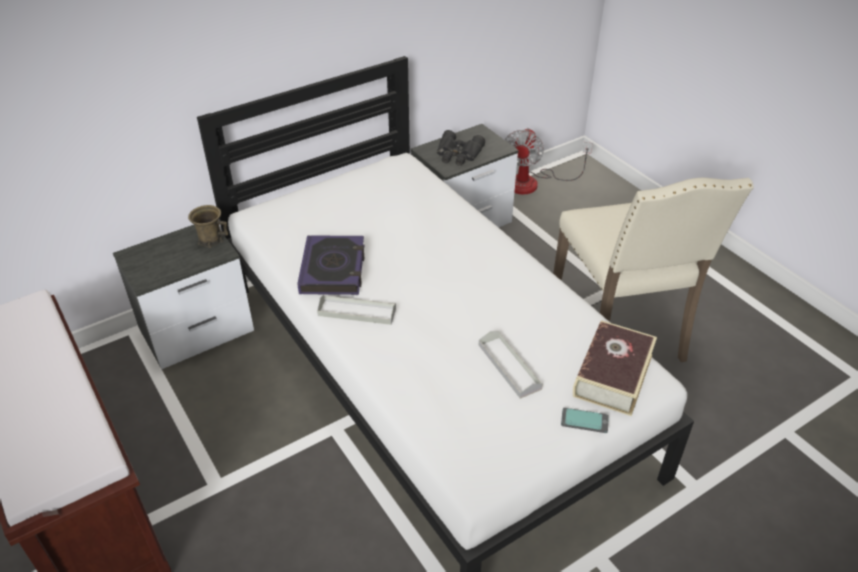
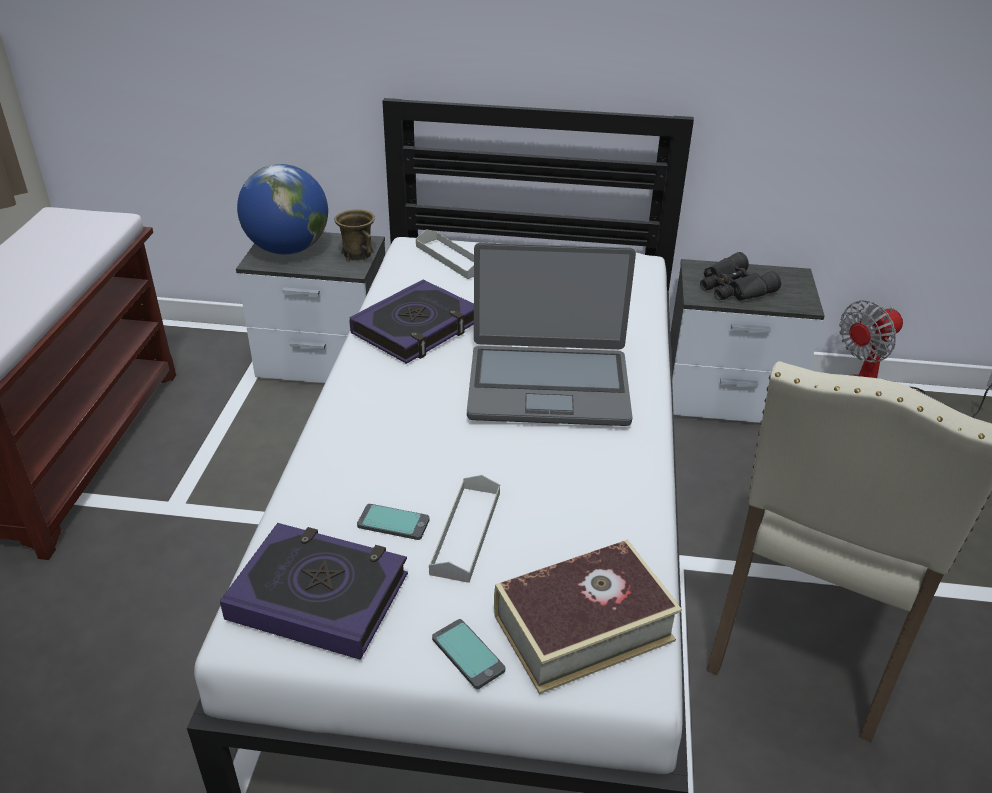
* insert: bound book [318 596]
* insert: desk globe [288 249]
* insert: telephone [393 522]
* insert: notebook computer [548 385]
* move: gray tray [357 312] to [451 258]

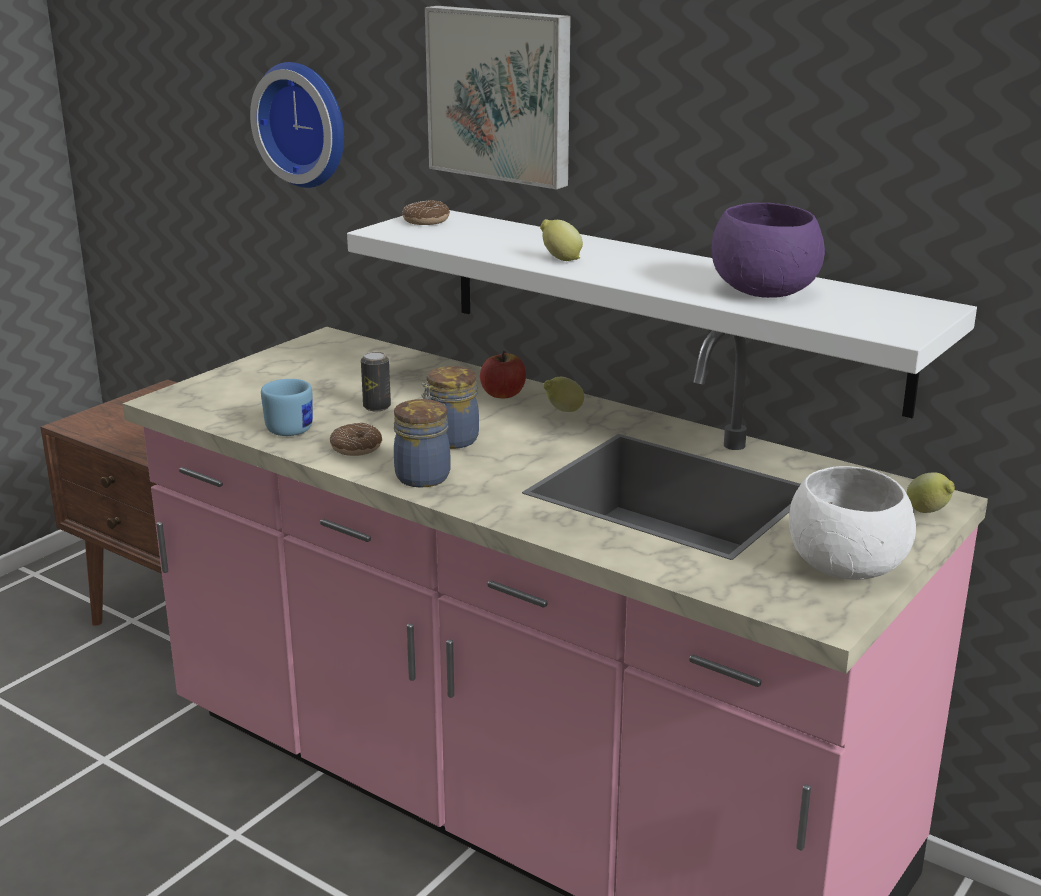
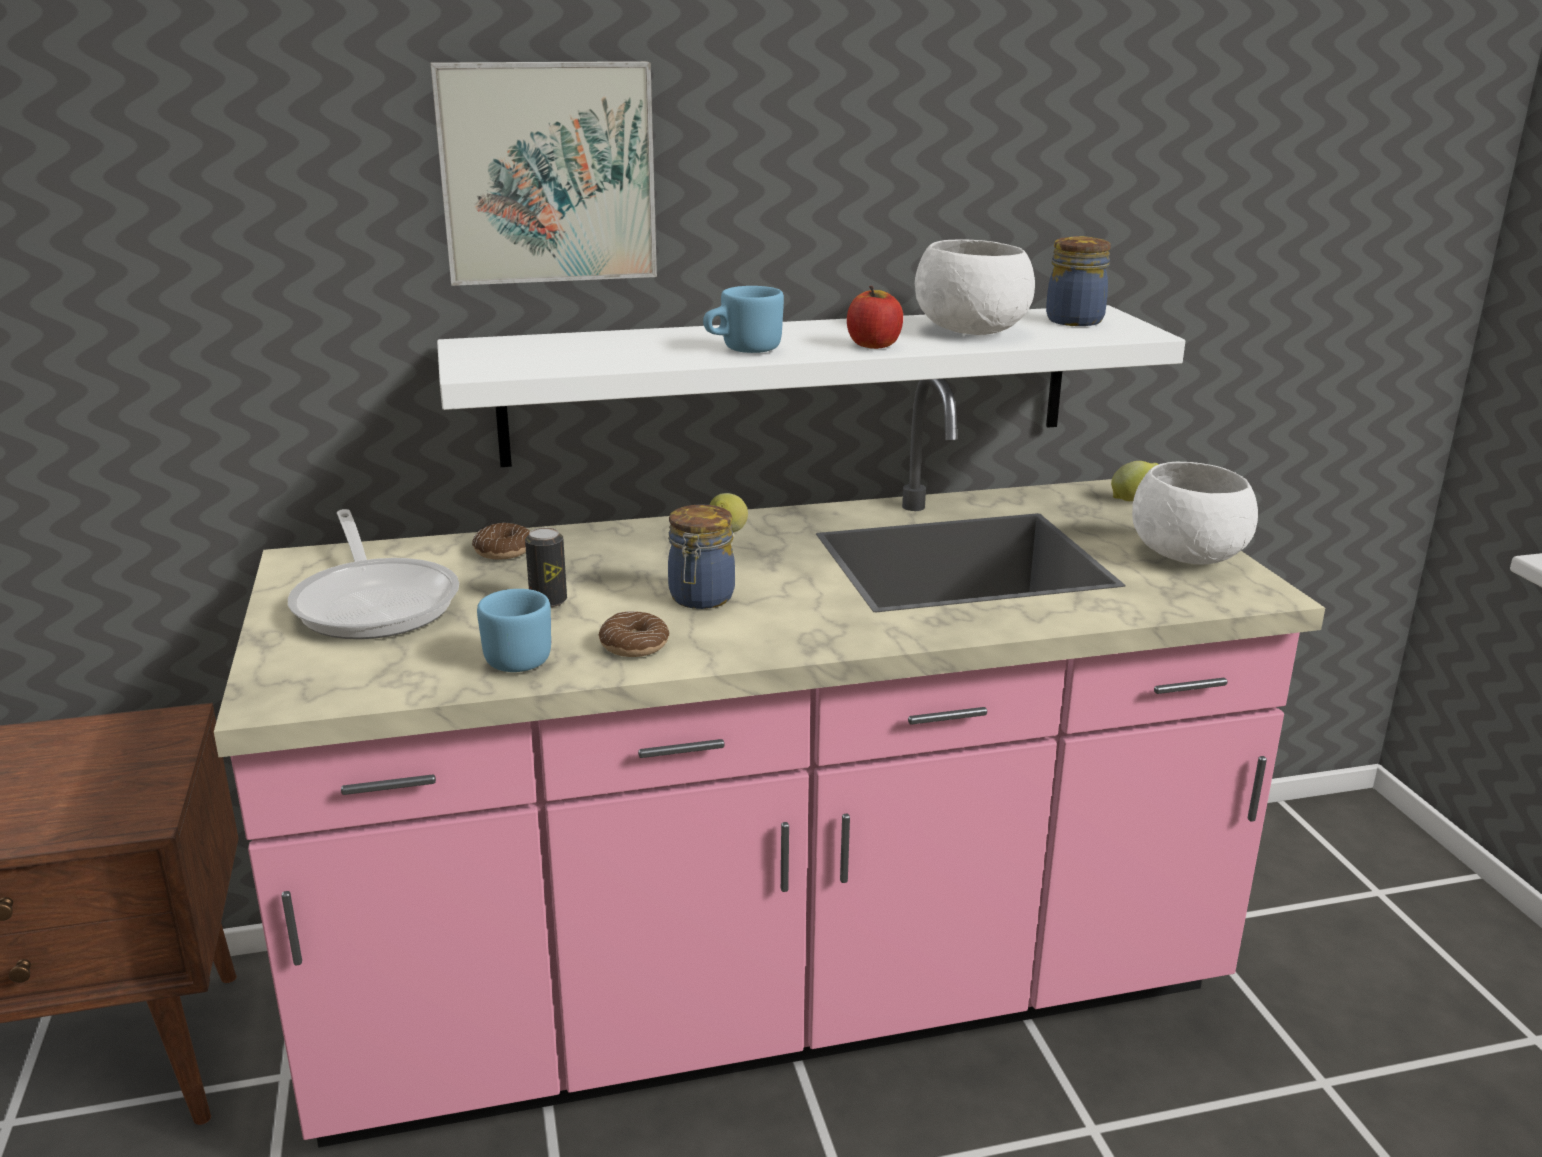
* delete: hanging clock [306 124]
* insert: pan [375 602]
* move: preserve jar [424 476] to [1073 320]
* move: ring doughnut [426 221] to [503 551]
* move: apple fruit [503 394] to [873 345]
* replace: lemon [560 259] to blue tea mug [742 350]
* recolor: purple bowl [764 292] to whitish bowl [973 331]

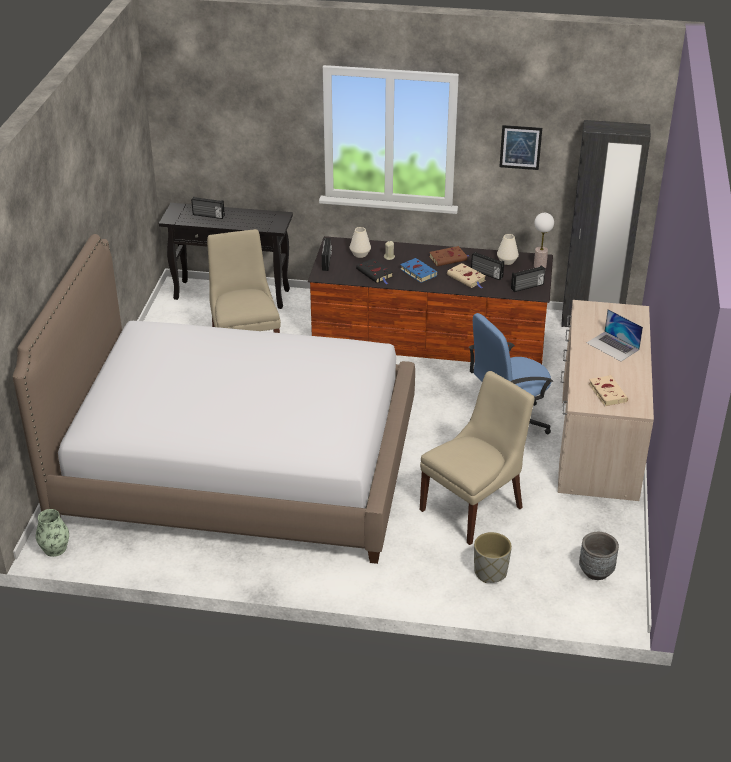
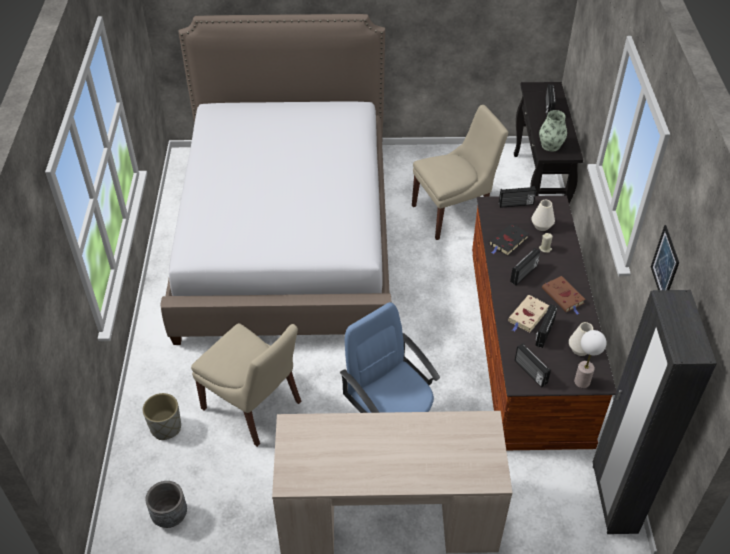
* delete: notebook computer [613 346]
* delete: beige bound book [606 392]
* move: decorative vase [55 548] to [550 145]
* replace: blue bound book [417 272] to radio receiver [524 274]

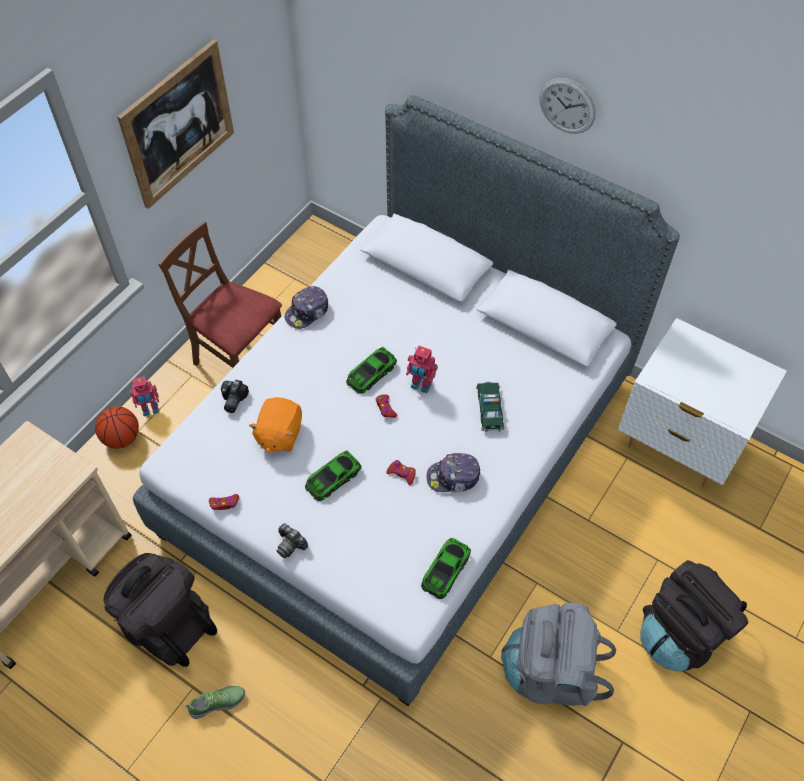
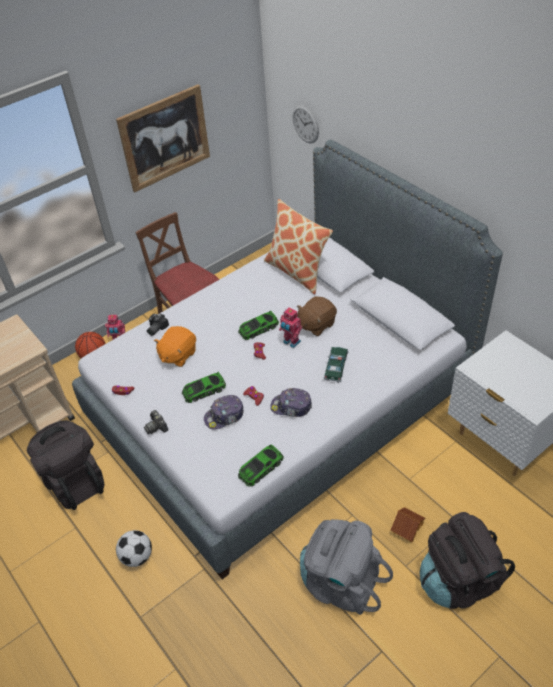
* delete: shoe [217 703]
* insert: ball for football [137 556]
* insert: cushion [297 271]
* insert: brown-coloured cuddly toy [316 324]
* insert: miniature house [407 527]
* move: baseball cap [307 312] to [224 416]
* move: hanging clock [567 106] to [305 124]

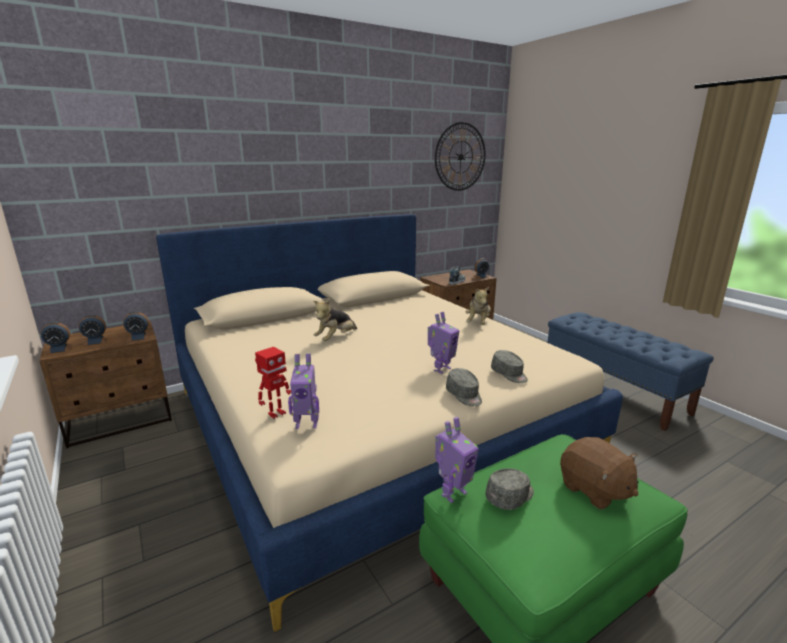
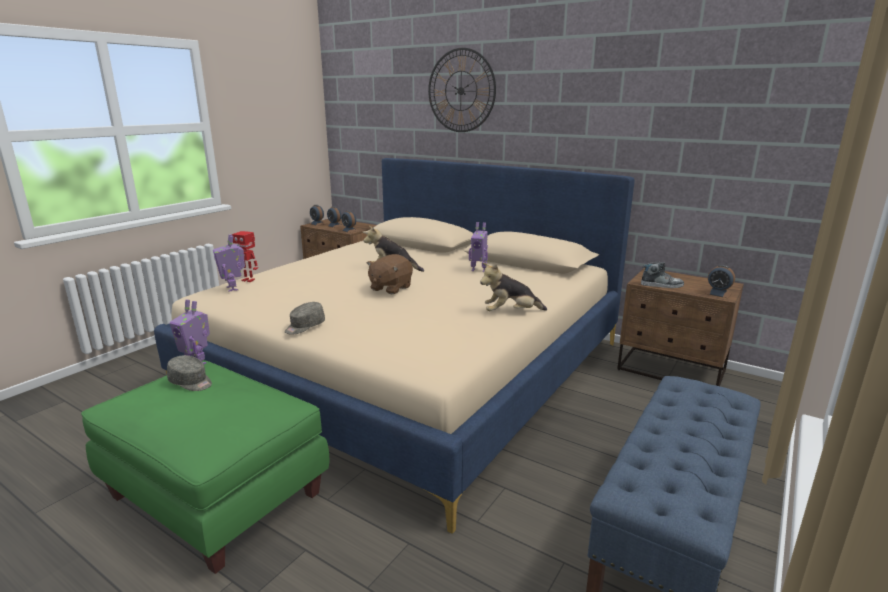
* delete: gray baseball cap [509 374]
* move: toy robot [441 369] to [479 270]
* move: hanging clock [460 157] to [461 91]
* move: brown-coloured cuddly toy [594 490] to [390 288]

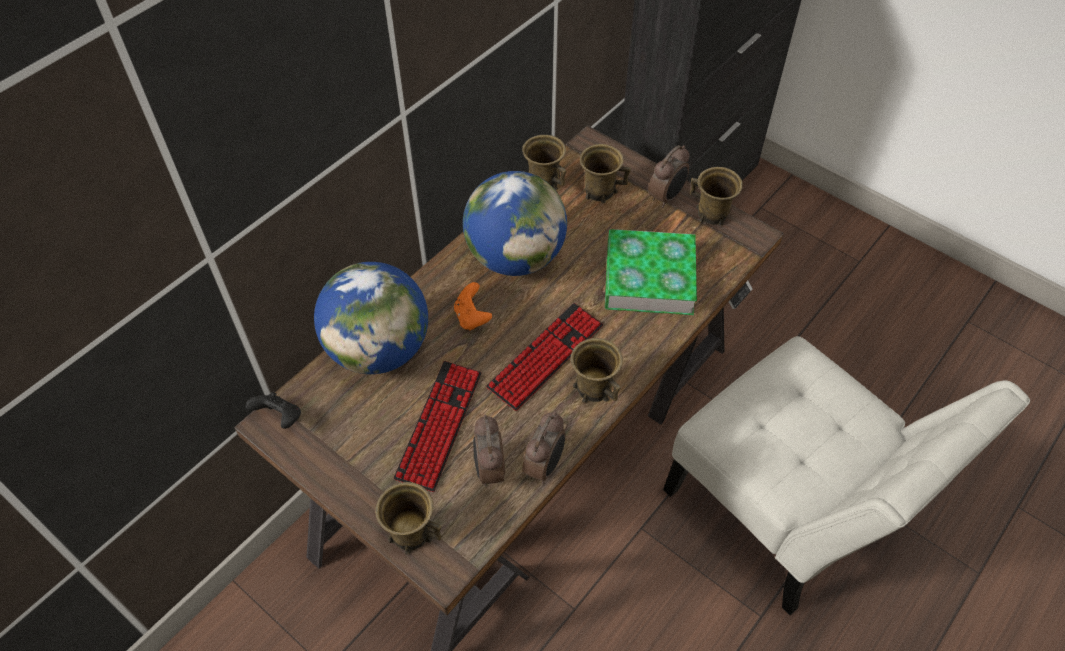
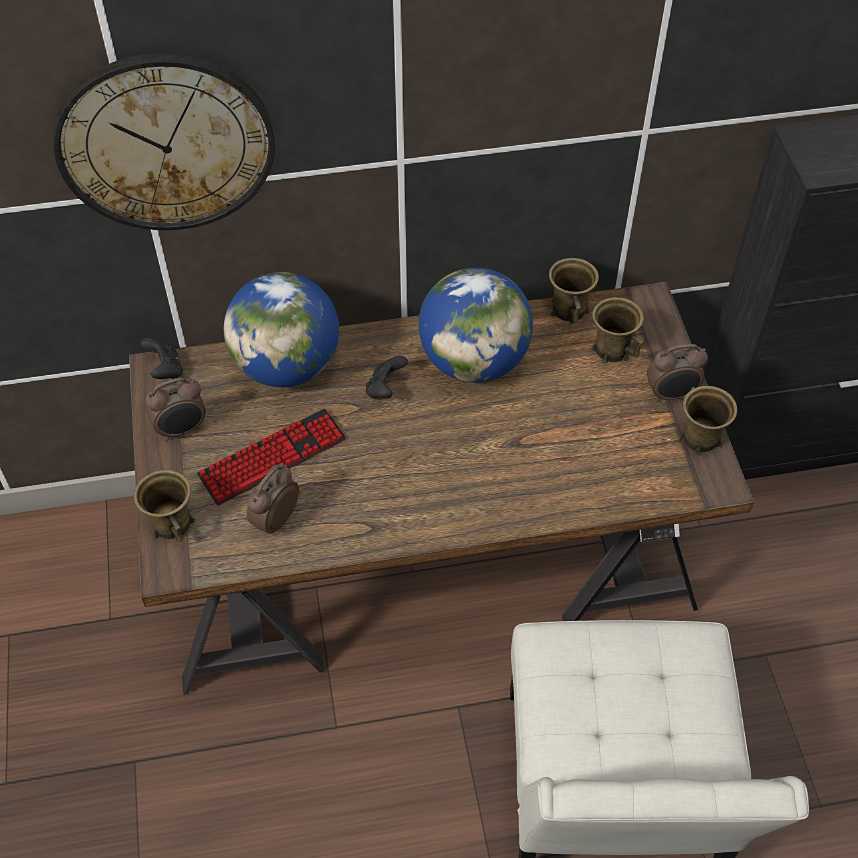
* delete: keyboard [546 357]
* delete: brown-coloured tea mug [594 387]
* delete: bound book [649 278]
* insert: hanging clock [165 143]
* move: table clock [545 466] to [182 430]
* recolor: orange gamepad [472 317] to black gamepad [385 388]

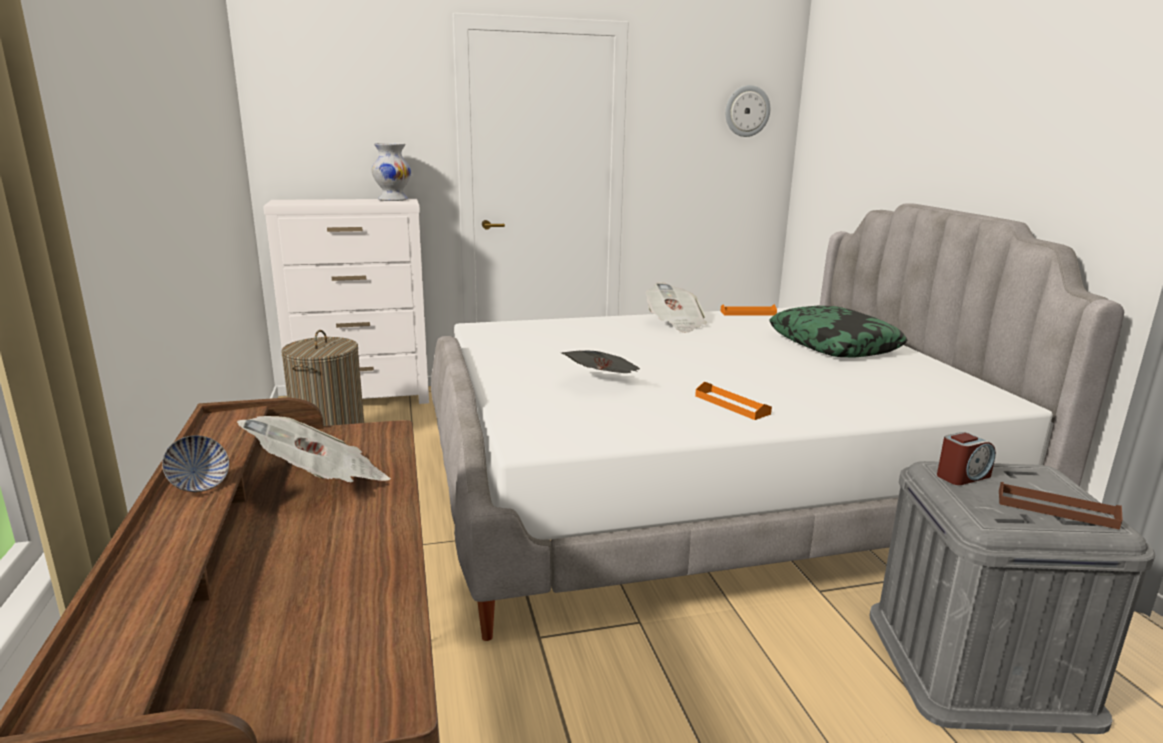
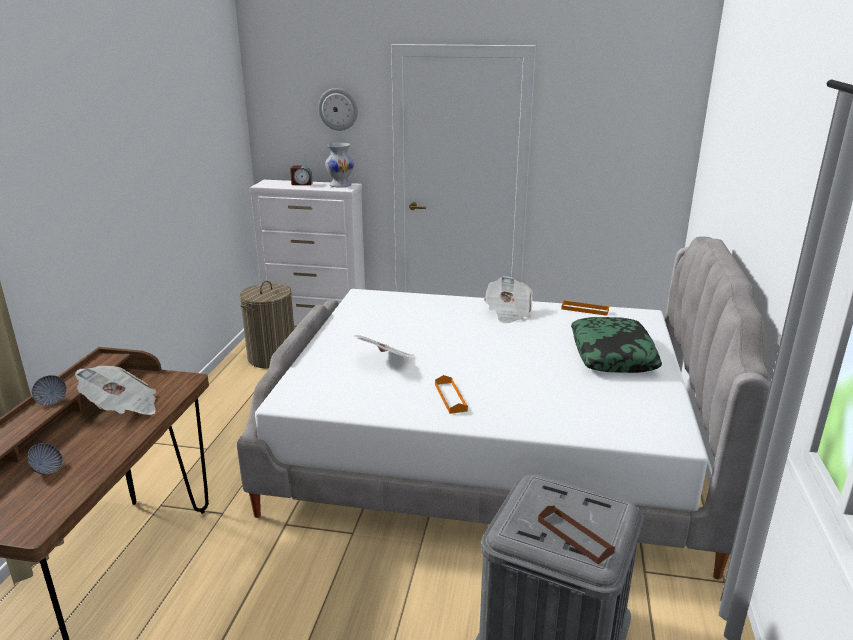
* insert: bowl [47 470]
* move: hanging clock [747 111] to [338 109]
* move: table clock [962 476] to [301 184]

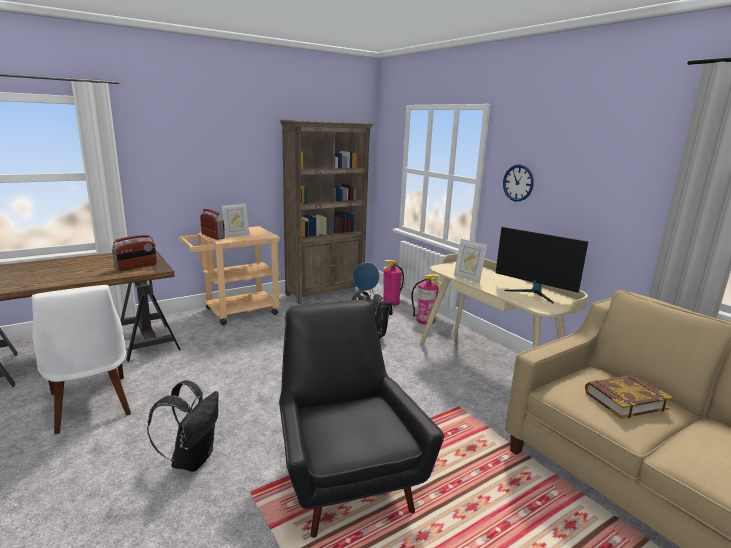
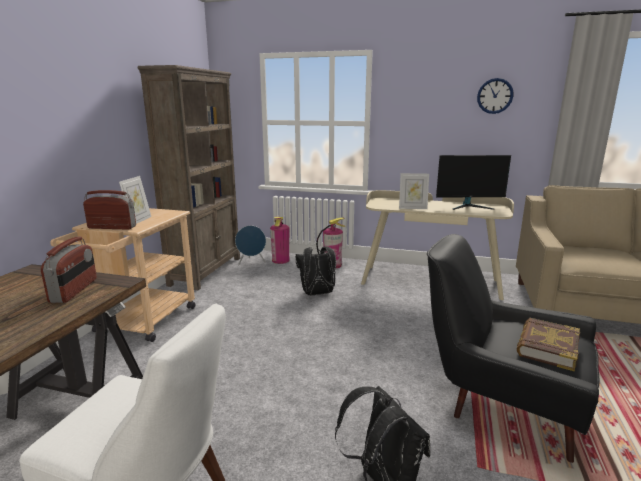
* move: hanging clock [518 183] to [495 96]
* move: bound book [625 400] to [547 347]

